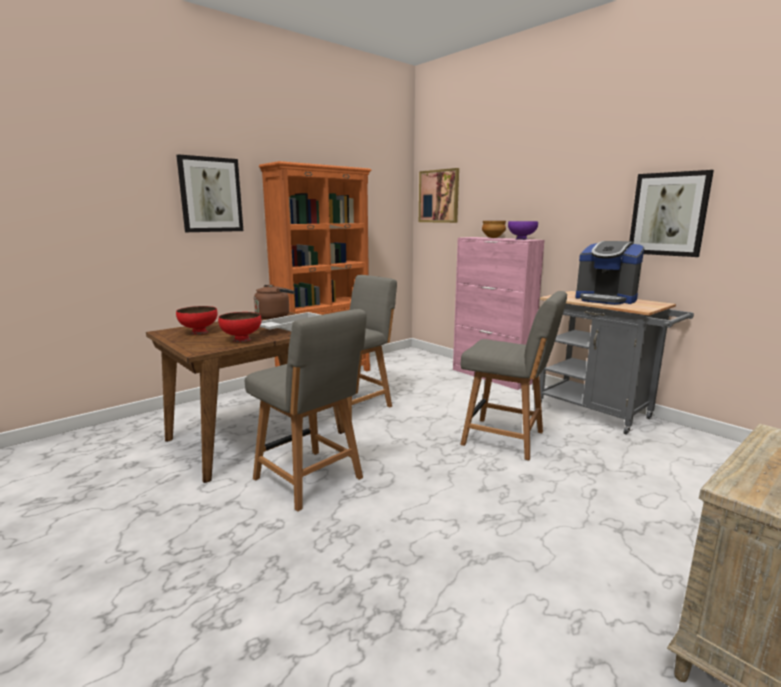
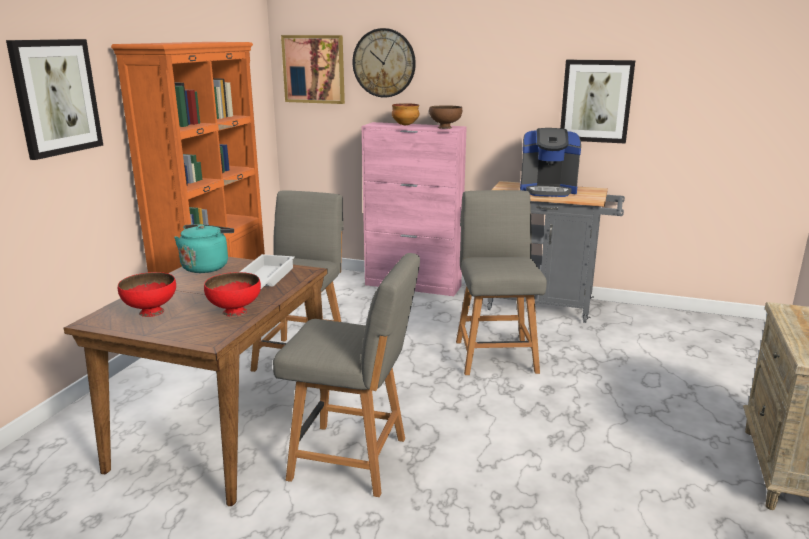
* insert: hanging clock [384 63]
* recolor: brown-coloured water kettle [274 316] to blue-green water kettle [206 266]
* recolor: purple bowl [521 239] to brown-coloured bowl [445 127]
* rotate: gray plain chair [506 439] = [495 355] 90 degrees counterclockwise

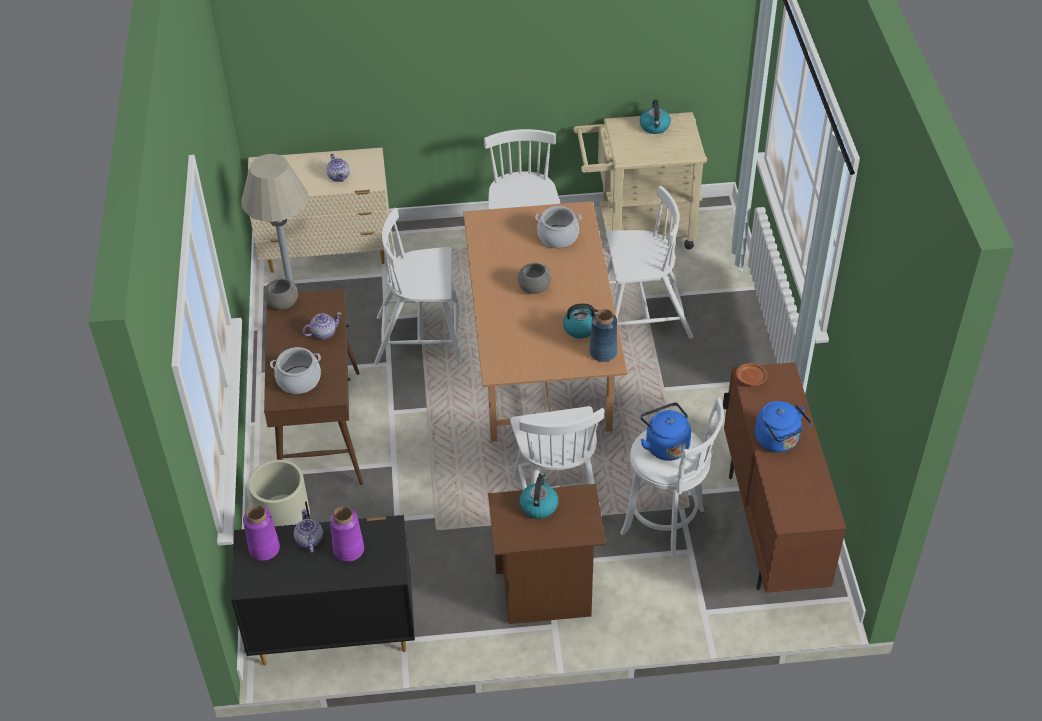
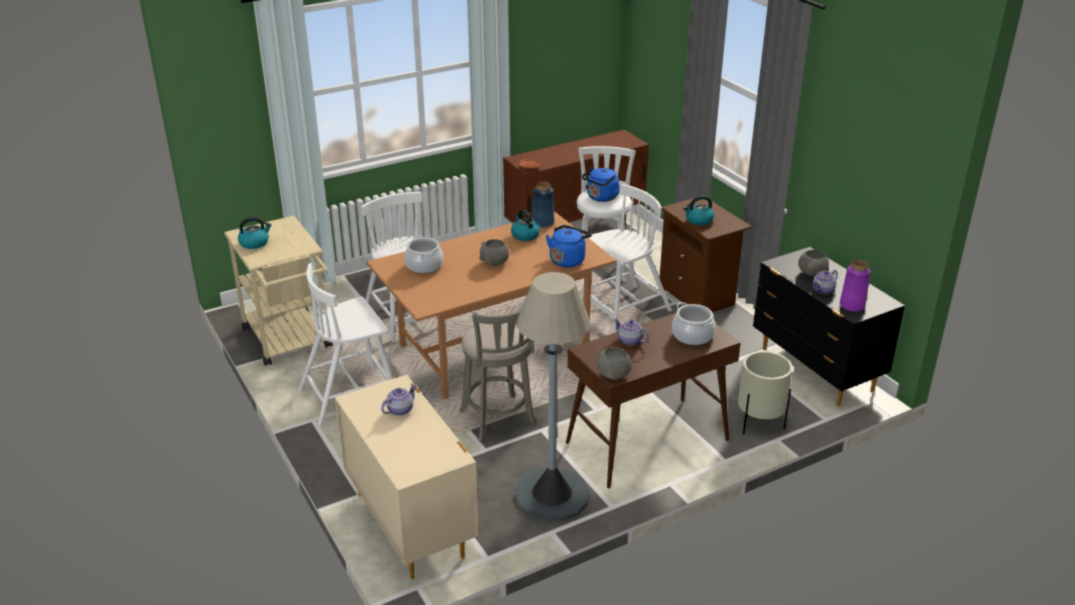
* move: blue water kettle [779 441] to [568 260]
* replace: purple decorative vase [349 550] to gray bowl [812 273]
* replace: whitish plain chair [421 339] to gray stool [499 420]

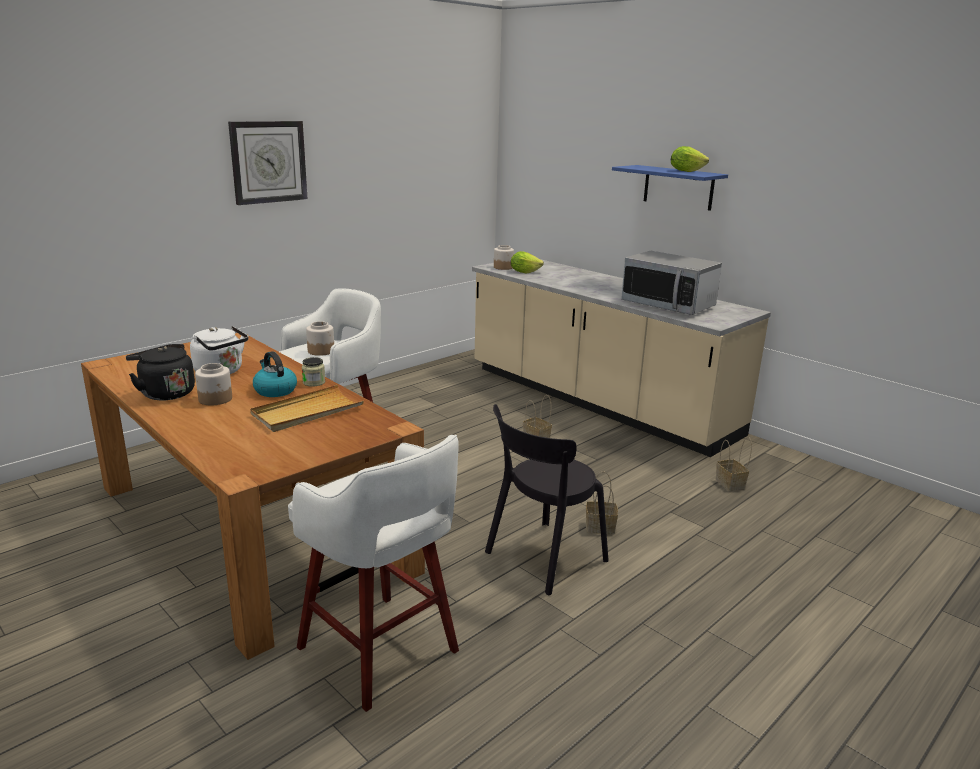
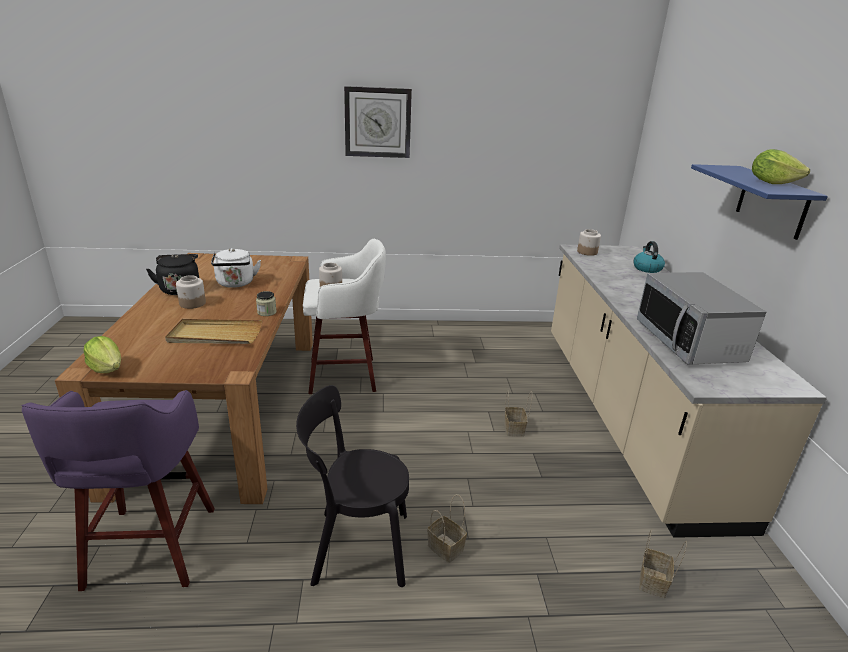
* move: water kettle [275 390] to [647 268]
* move: head of lettuce [524 272] to [107 368]
* recolor: whitish stool [381 652] to purple stool [149 550]

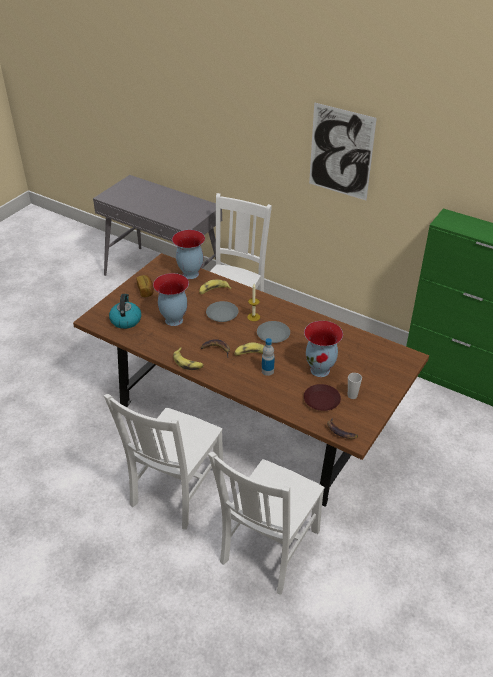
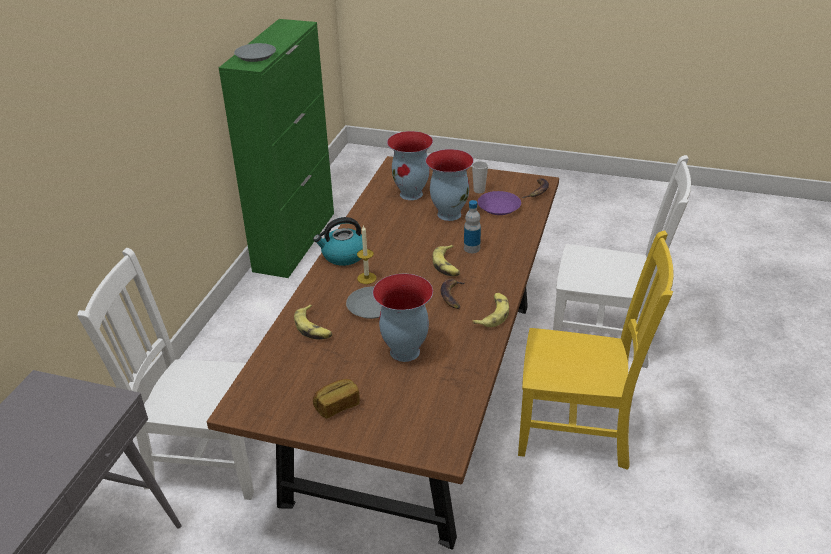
* delete: wall art [341 152]
* move: water kettle [125 320] to [343 256]
* move: decorative vase [190 274] to [412 194]
* move: gray flat dish [273 335] to [255 56]
* recolor: whitish plain chair [175 491] to yellow plain chair [579 430]
* recolor: brown-coloured flat dish [321 401] to purple flat dish [499 207]

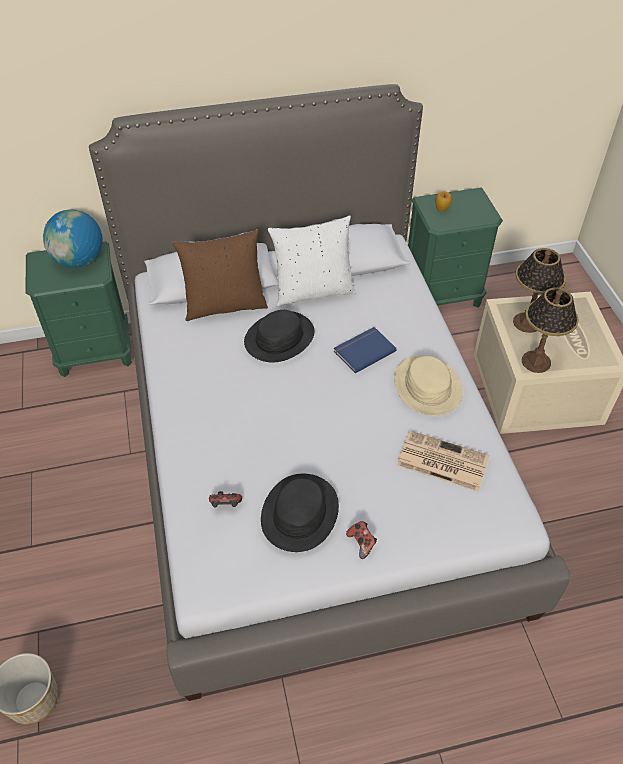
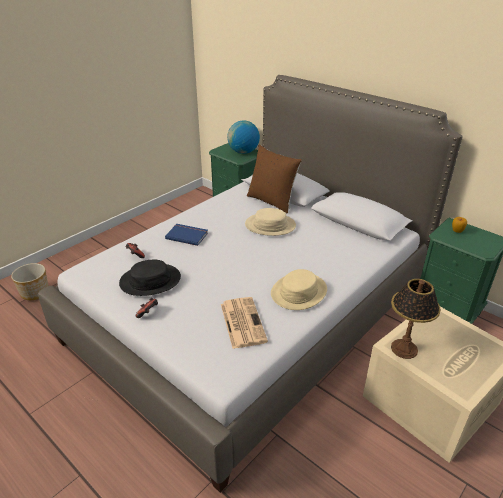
* delete: whitish cushion [313 291]
* delete: table lamp [526 322]
* move: blue bound book [363 350] to [187 235]
* recolor: black clothing hat [279 338] to beige clothing hat [270 225]

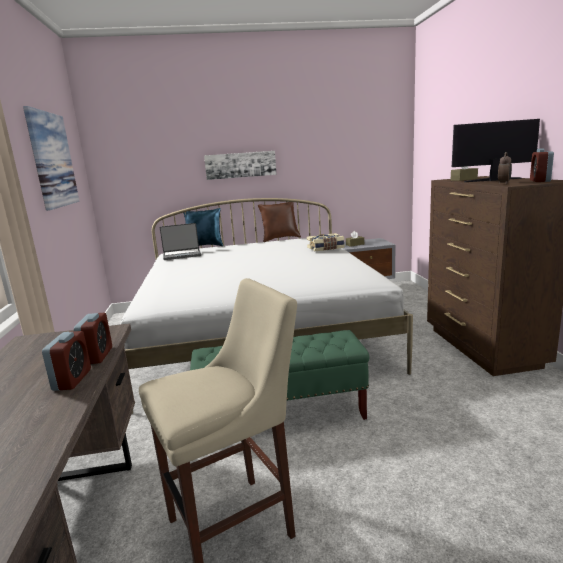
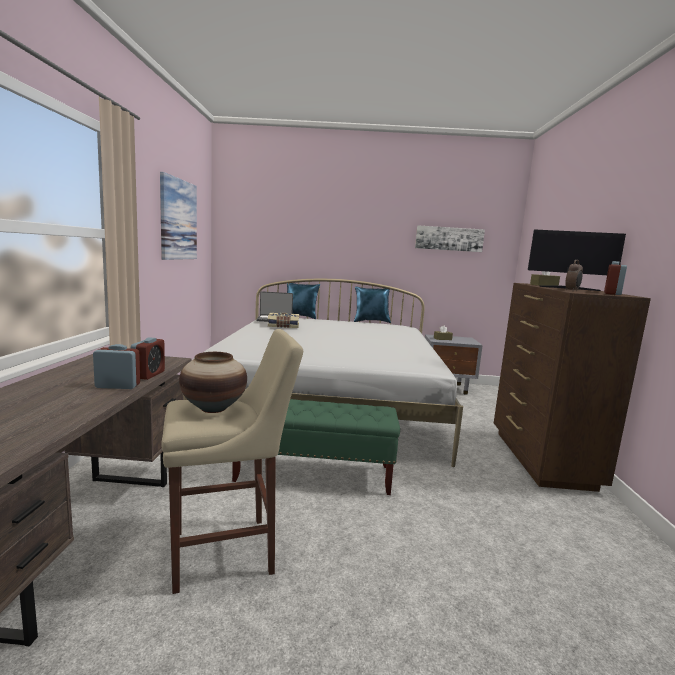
* insert: decorative vase [214 408]
* move: wall art [240 165] to [449 238]
* move: bound book [326 248] to [283 326]
* recolor: brown-coloured cushion [280 238] to blue cushion [371 321]
* rotate: table clock [72 380] = [118 386] 105 degrees counterclockwise

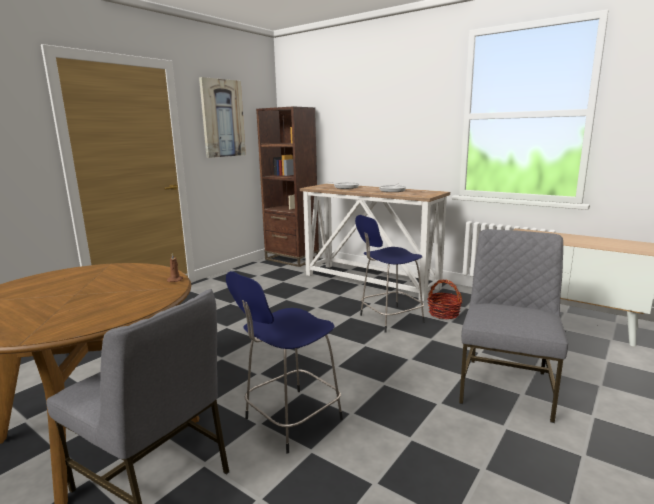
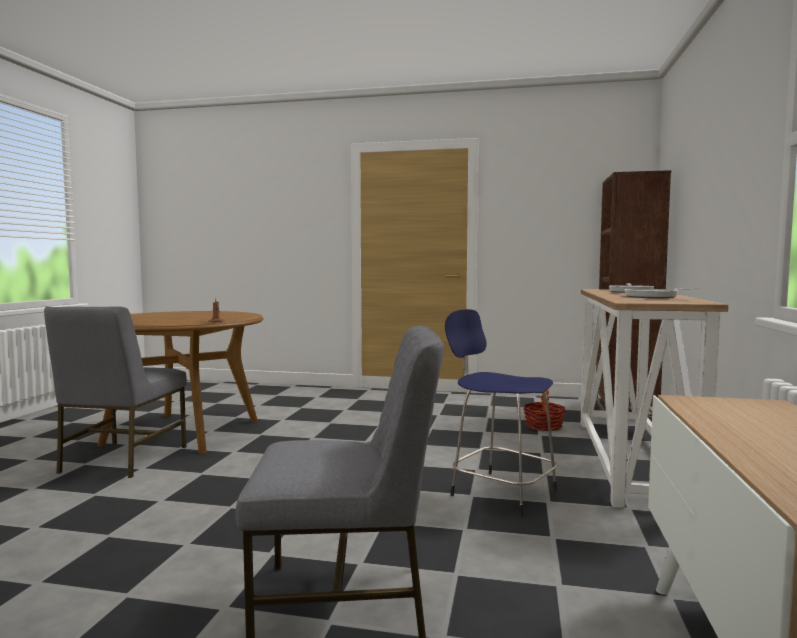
* delete: wall art [222 118]
* delete: blue stool [290 420]
* move: basket [444 313] to [543 426]

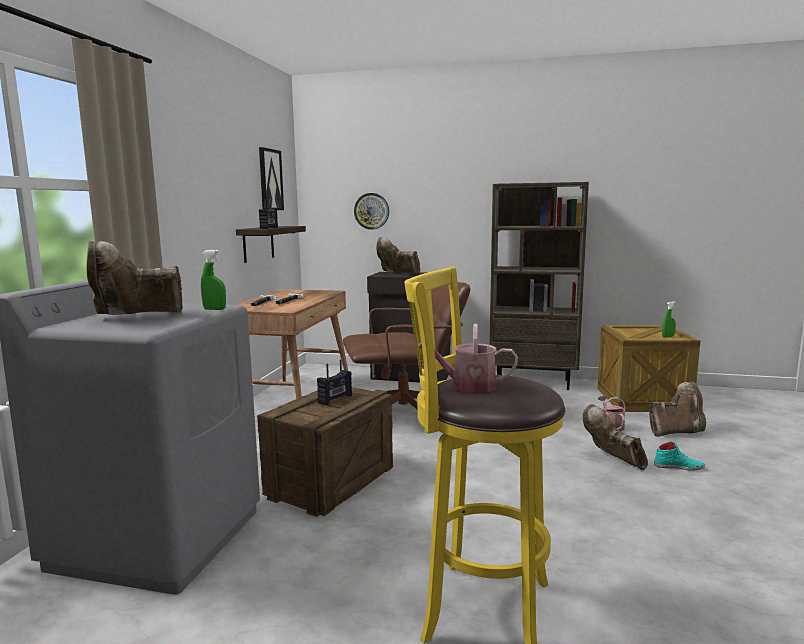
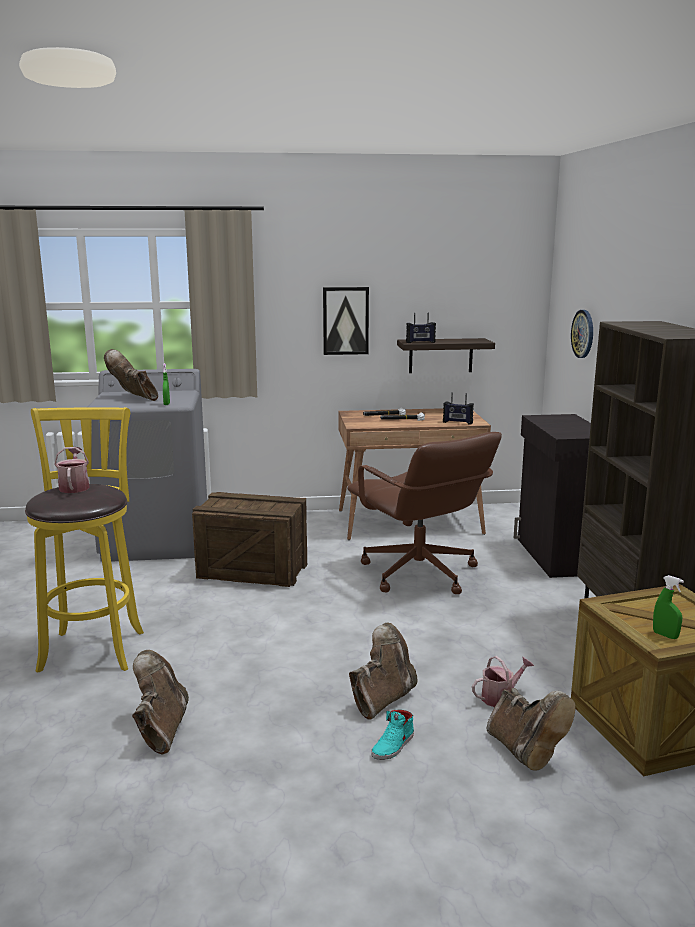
* move: wall art [270 180] to [345 320]
* move: radio receiver [335 399] to [457 422]
* move: brown-coloured boot [397 274] to [160 729]
* rotate: blue-green shoe [678 466] = [393 746] 45 degrees clockwise

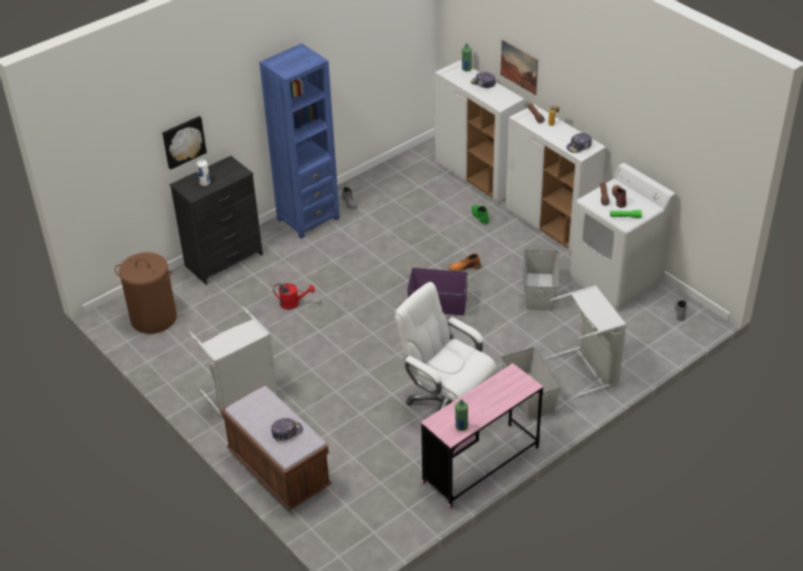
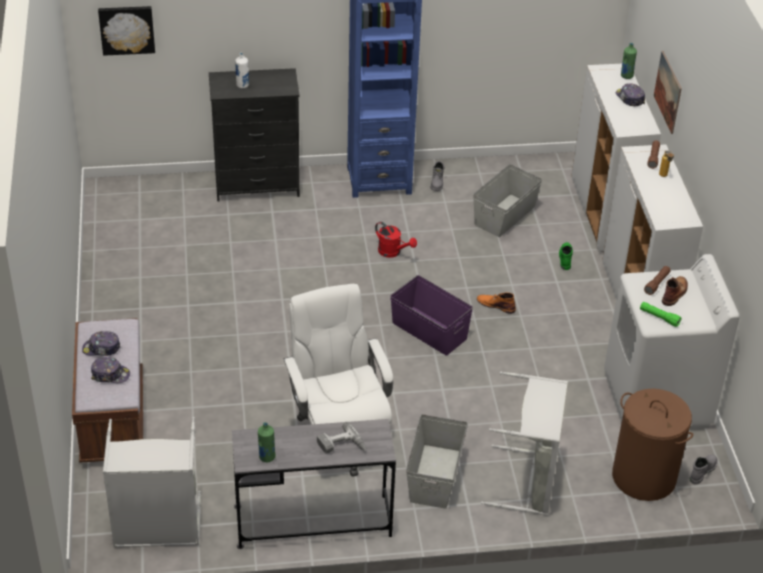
* insert: electric drill [342 446]
* move: brown-coloured washing basket [153 318] to [643 477]
* move: wall art [183 141] to [127 29]
* move: gray washing basket [242 397] to [157 528]
* move: red sprinkling can [293 303] to [393 252]
* move: gray storage bin [540 291] to [505 215]
* move: baseball cap [579 146] to [101 348]
* recolor: pink desk table [481 465] to gray desk table [313 522]

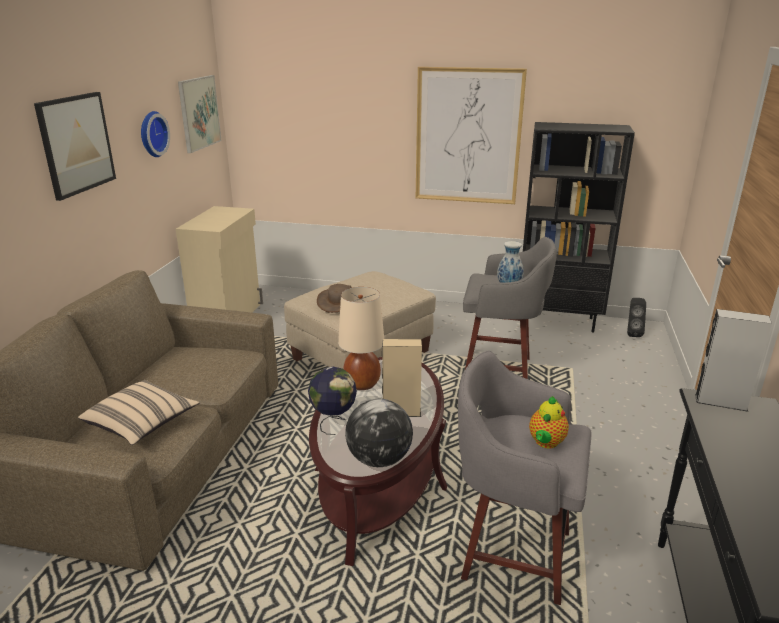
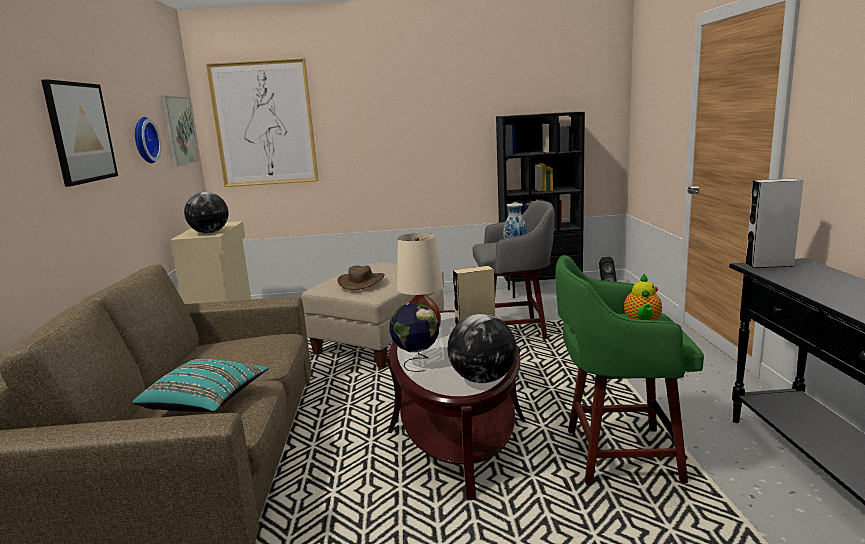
* insert: desk globe [210 232]
* move: wall art [468 136] to [264 124]
* recolor: beige cushion [142 424] to blue-green cushion [206 402]
* recolor: gray stool [511 554] to green-coloured stool [617 456]

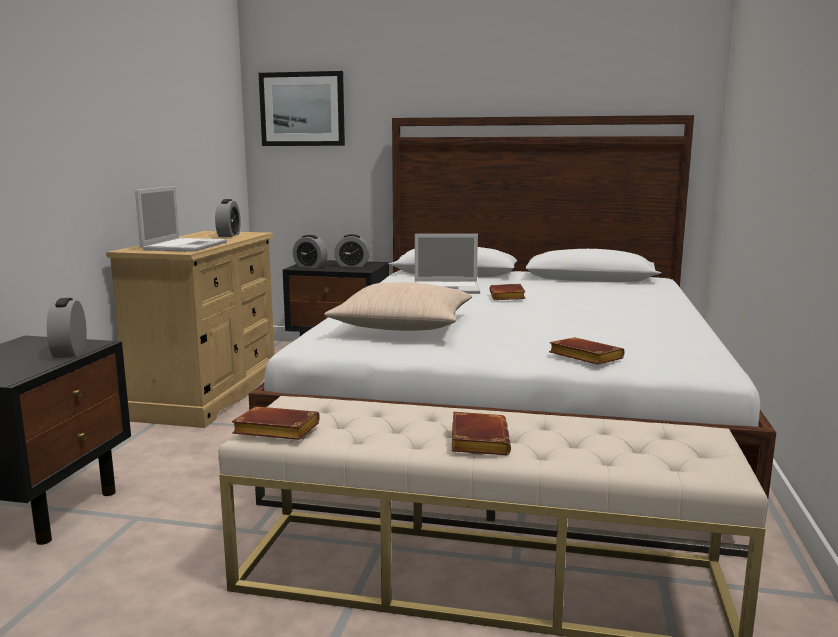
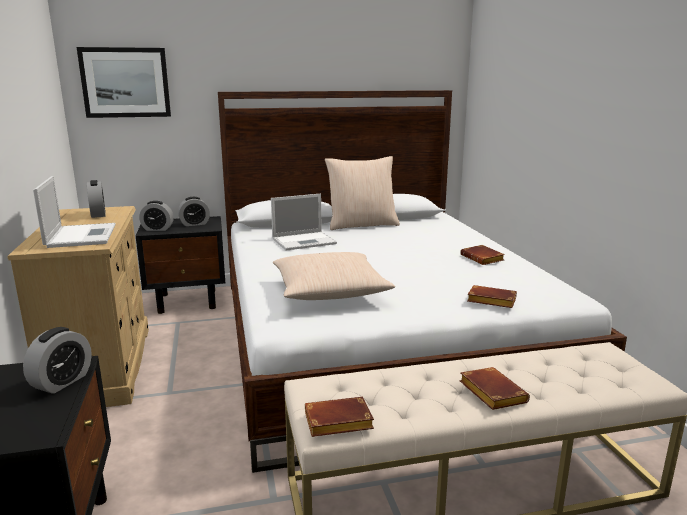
* insert: beige cushion [362 225]
* move: brown-coloured bound book [508 297] to [483 259]
* rotate: table clock [70 352] = [62 382] 120 degrees counterclockwise

